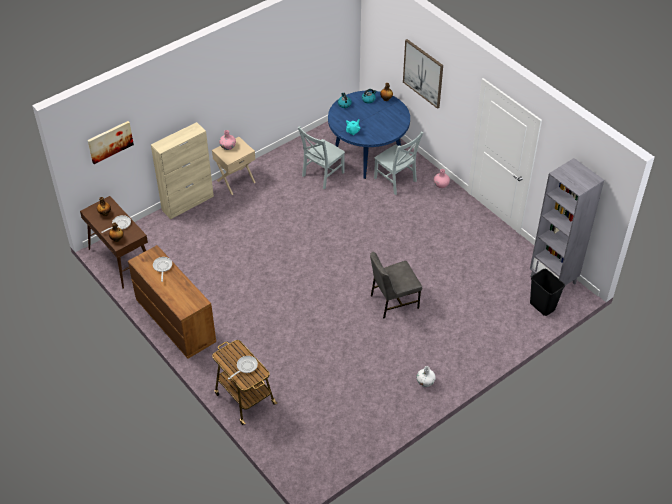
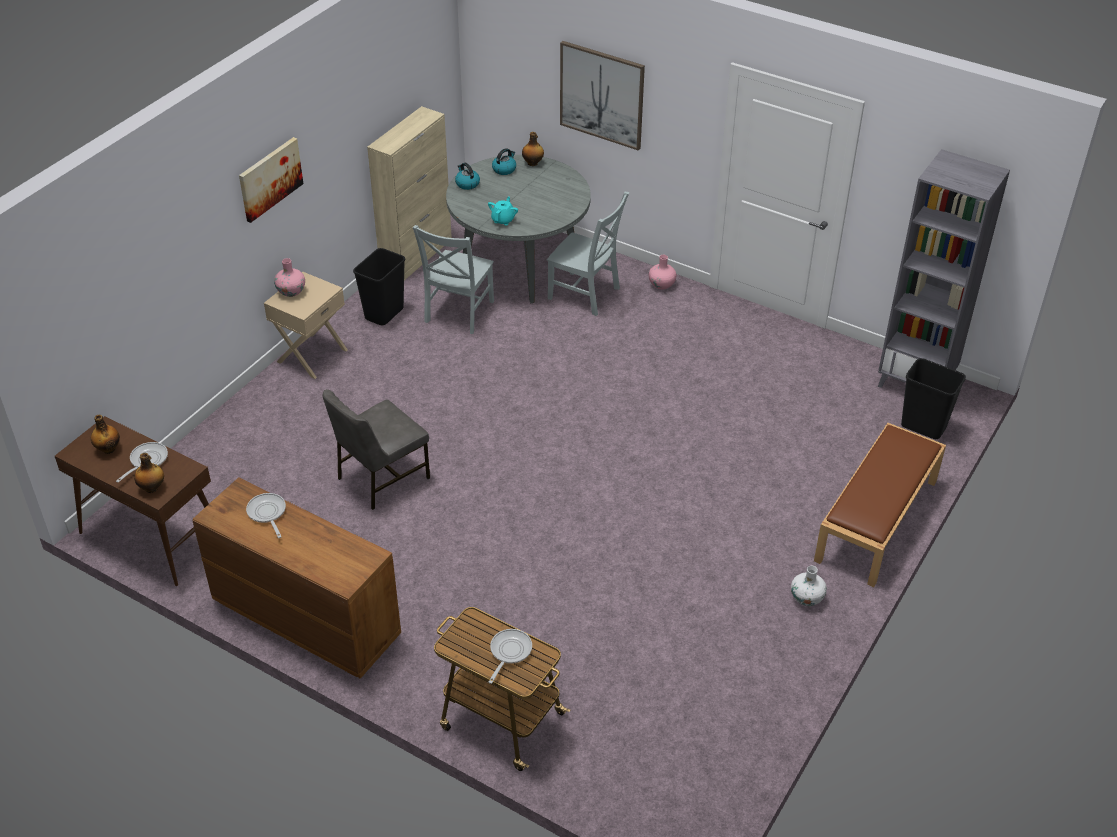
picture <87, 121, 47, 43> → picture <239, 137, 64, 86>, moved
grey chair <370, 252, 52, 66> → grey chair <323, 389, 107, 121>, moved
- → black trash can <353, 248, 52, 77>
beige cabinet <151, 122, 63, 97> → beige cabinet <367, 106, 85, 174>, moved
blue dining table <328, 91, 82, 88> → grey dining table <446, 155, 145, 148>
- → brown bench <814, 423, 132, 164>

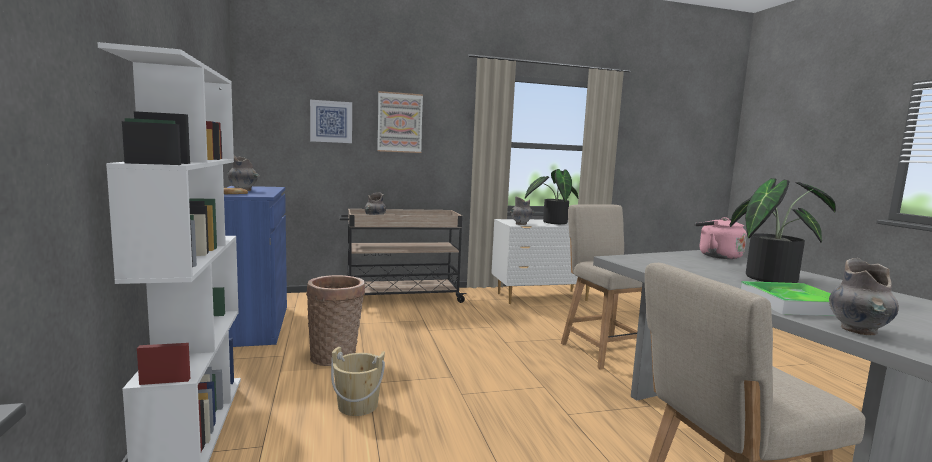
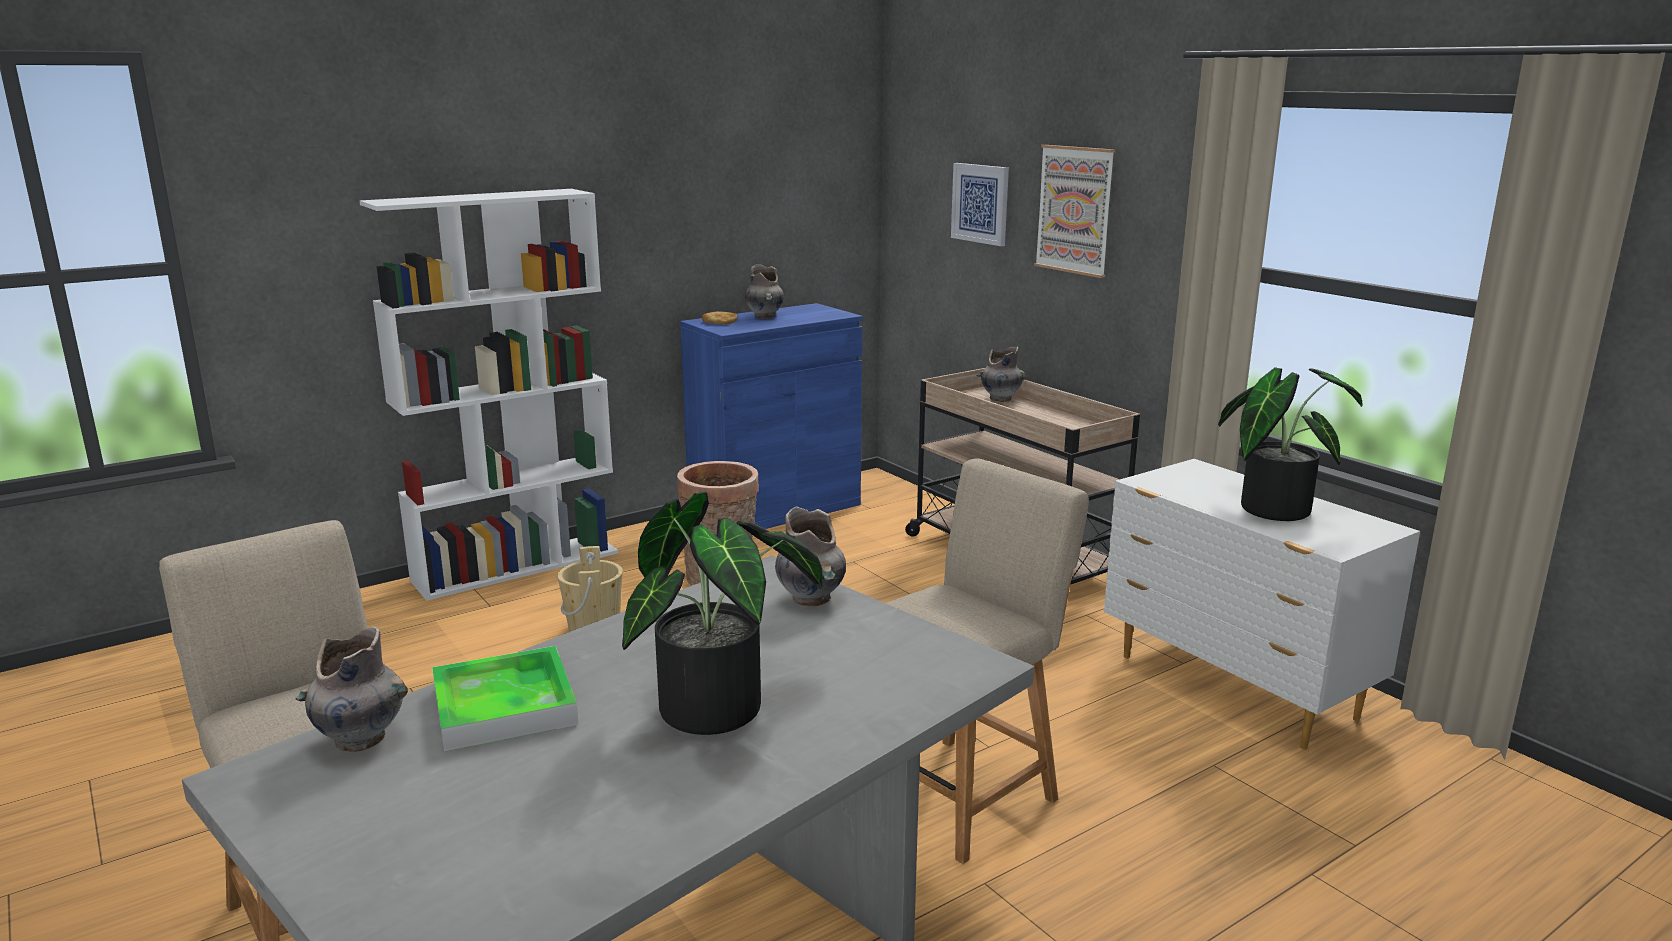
grey vase <510, 196, 25, 29> → grey vase <775, 507, 71, 100>, moved
pink kettle <694, 217, 53, 42> → -

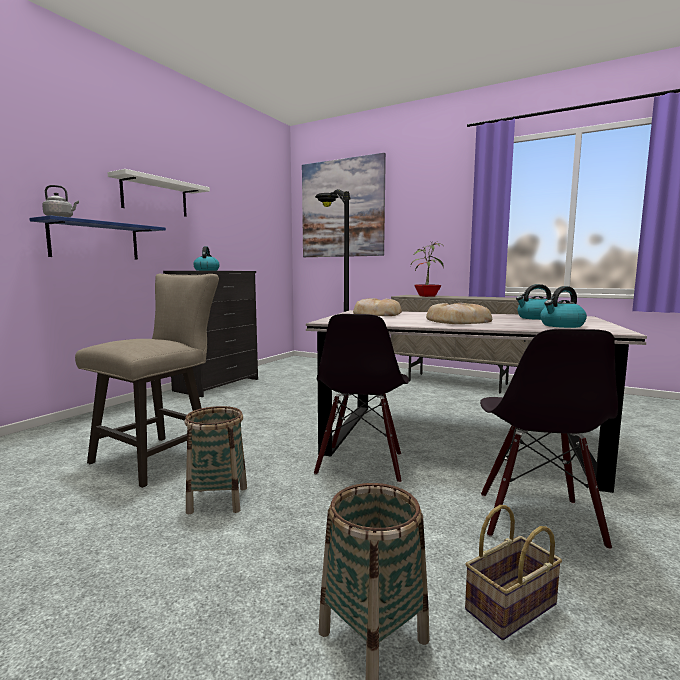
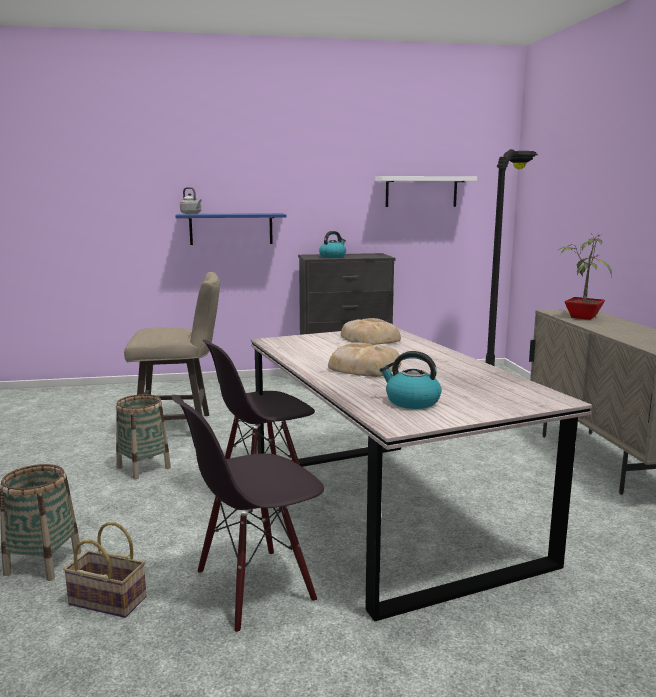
white shelf <107, 169, 103, 48> → white shelf <375, 176, 102, 31>, moved
picture <302, 153, 84, 104> → -
kettle <516, 284, 35, 36> → -

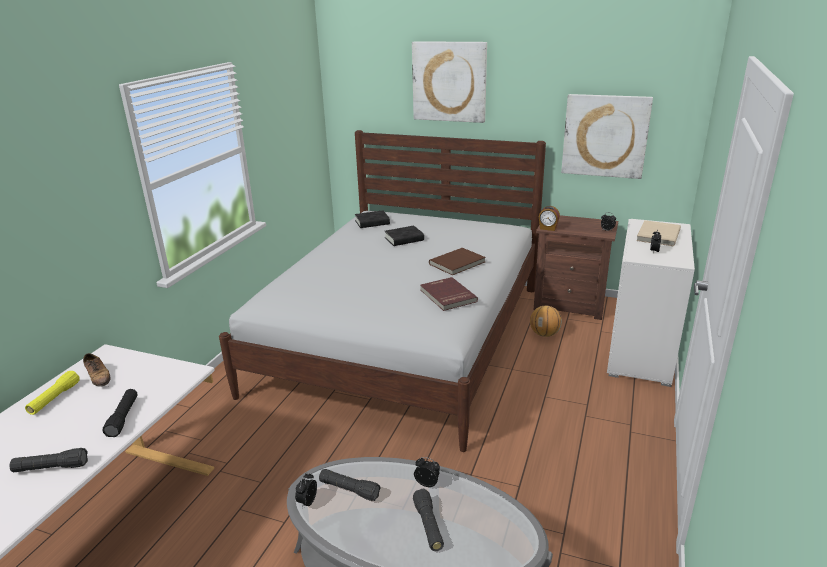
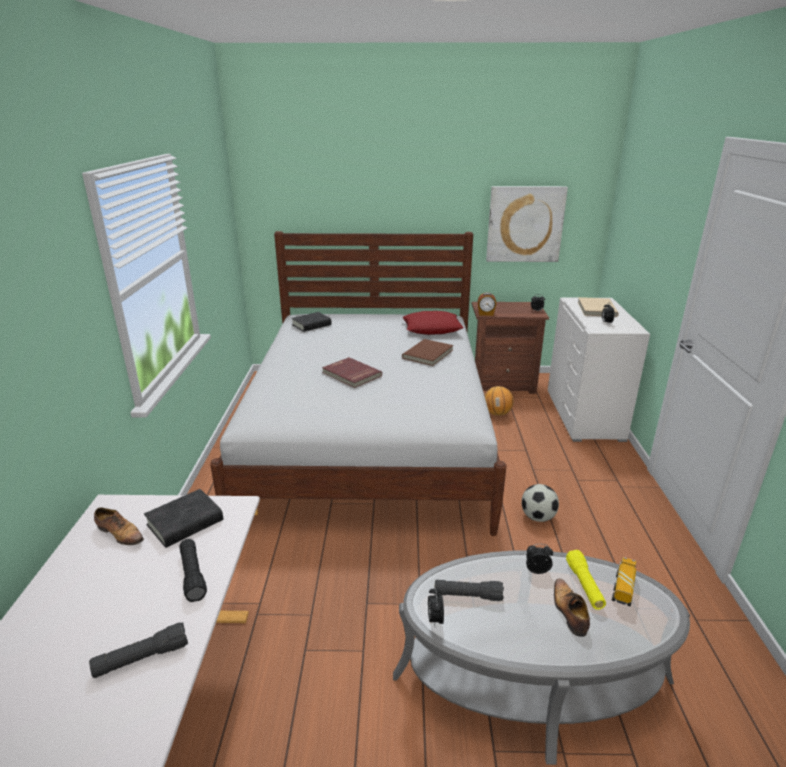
black book <384, 226, 40, 20> → black book <144, 489, 79, 59>, moved
red book <420, 277, 58, 34> → red book <322, 357, 60, 31>, moved
- → red pillow <402, 311, 62, 24>
- → football <522, 484, 37, 38>
black flashlight <413, 488, 31, 63> → shoe <554, 579, 36, 58>
yellow flashlight <25, 371, 55, 44> → yellow flashlight <566, 550, 40, 60>, moved
- → toy truck <612, 557, 25, 49>
picture <412, 41, 75, 82> → -

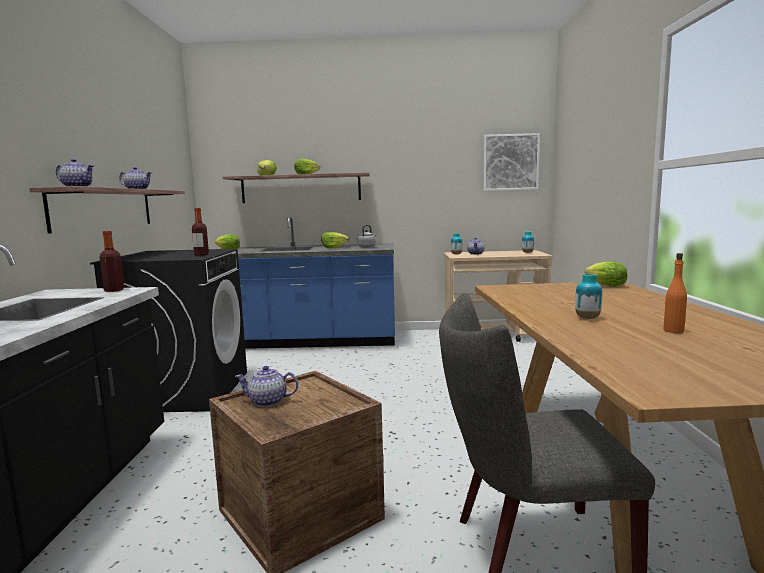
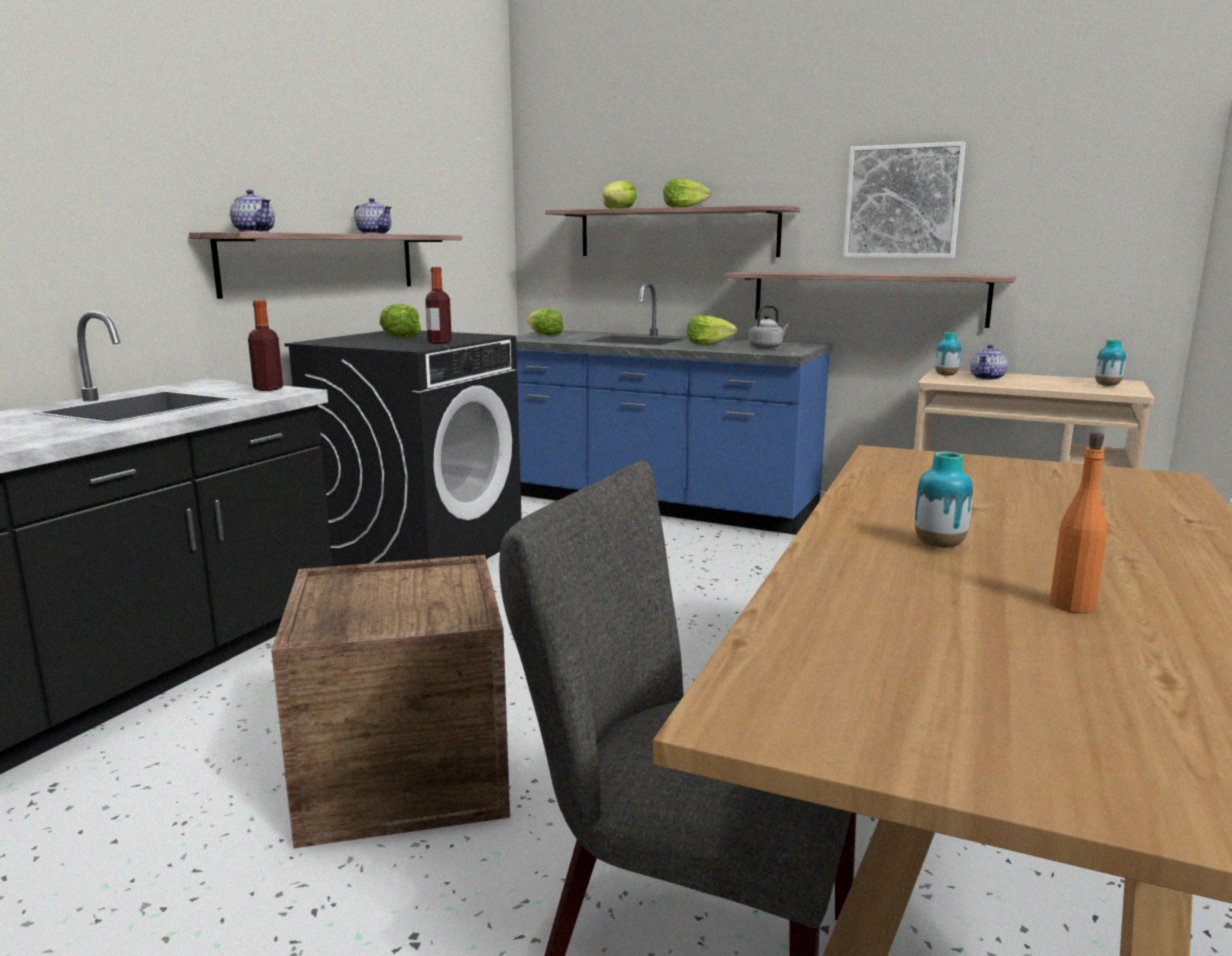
lettuce <585, 261, 42, 26> → lettuce <380, 304, 41, 34>, moved
- → shelf <724, 272, 292, 56>
picture <483, 133, 57, 58> → picture <843, 141, 123, 117>, moved
teapot <235, 366, 63, 41> → -

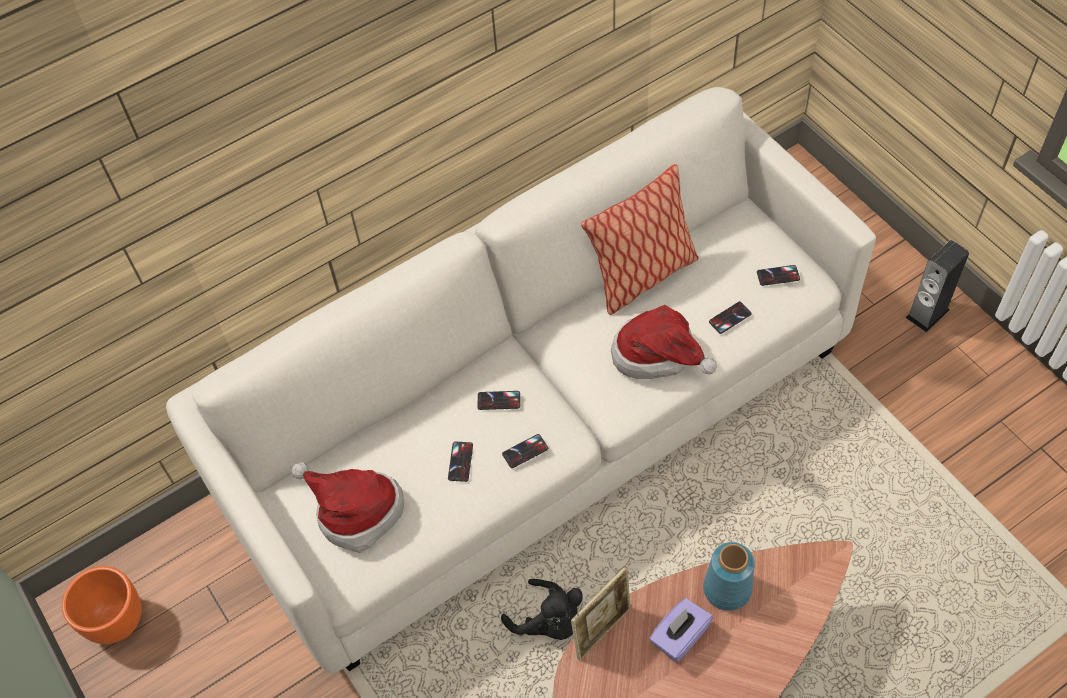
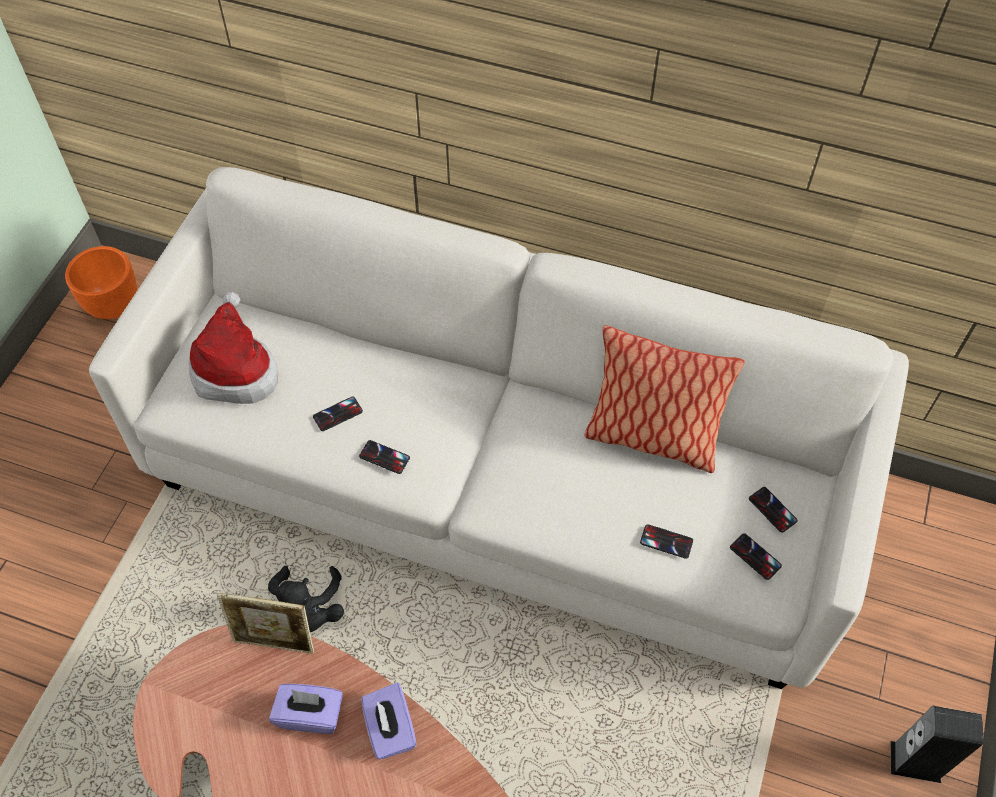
blue vase <703, 542, 52, 69> → purple tissue box <361, 683, 55, 76>
phone <478, 391, 42, 19> → phone <749, 487, 49, 46>, moved
hat <611, 305, 106, 74> → -

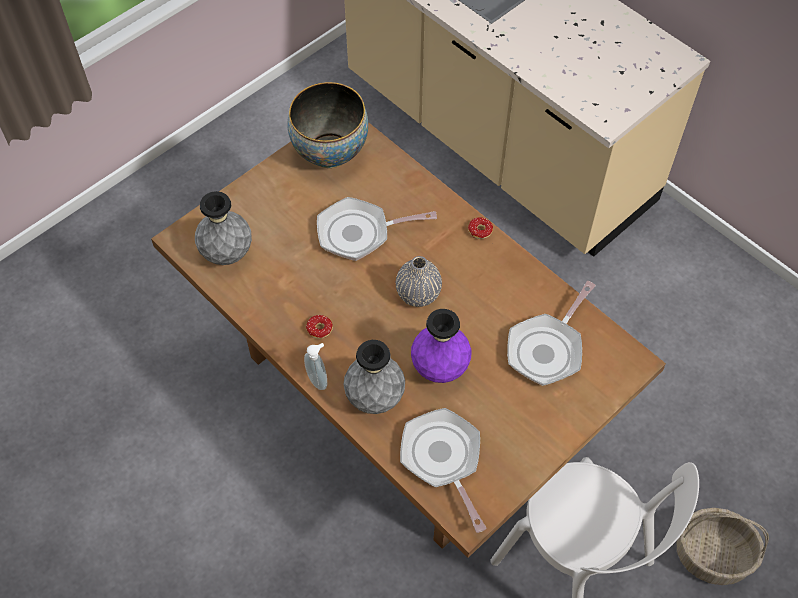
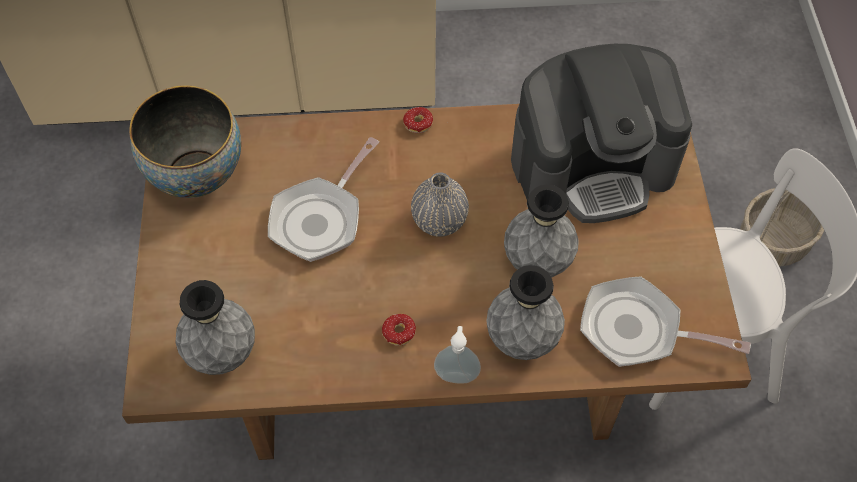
purple vase <411, 309, 60, 74> → grey vase <504, 185, 75, 92>
frying pan <507, 281, 89, 105> → coffee machine <511, 44, 181, 179>

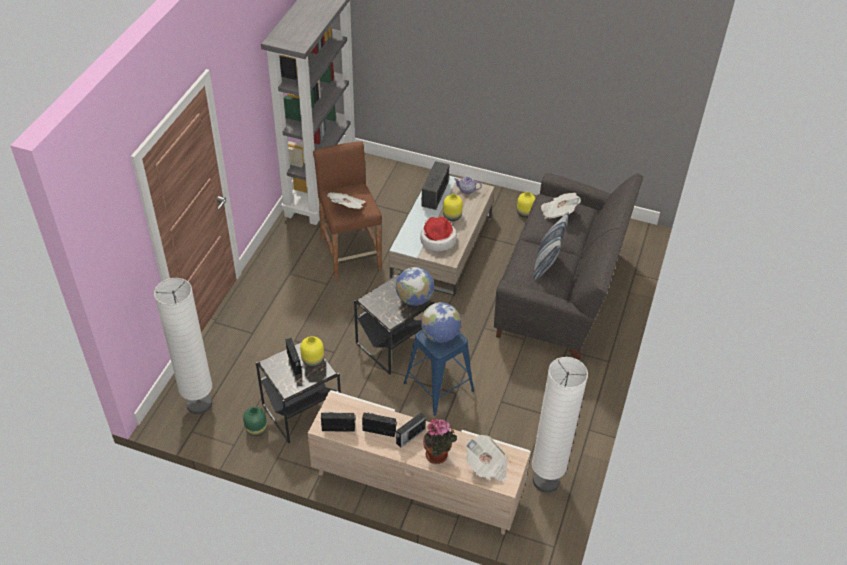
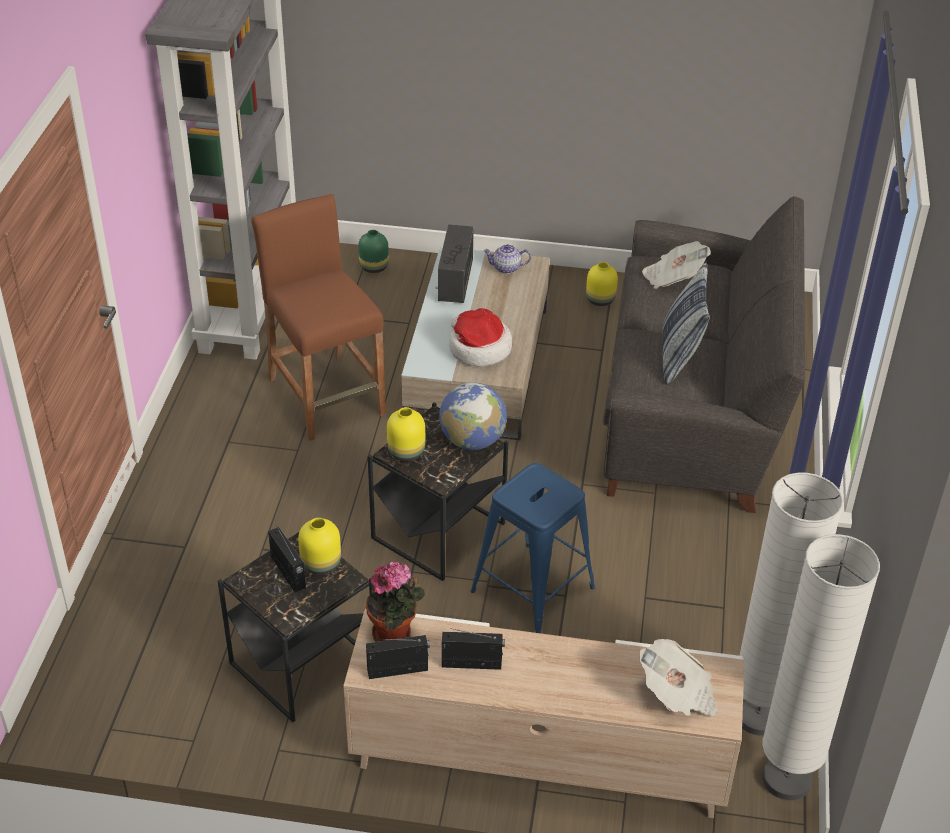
green vase <243, 407, 24, 29> → green vase <358, 230, 31, 43>, moved
potted plant <423, 419, 34, 45> → potted plant <366, 562, 59, 80>, moved
yellow vase <443, 194, 20, 27> → yellow vase <387, 407, 38, 54>, moved
white floor lamp <154, 278, 58, 137> → white floor lamp <762, 534, 118, 266>, moved
newspaper <327, 193, 38, 16> → -
radio <396, 413, 30, 35> → -
globe <421, 302, 40, 41> → -

